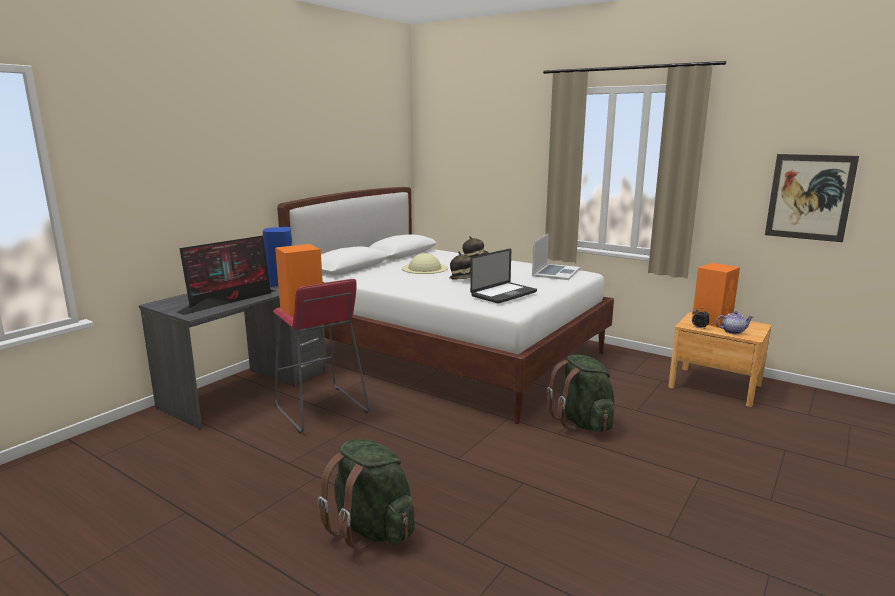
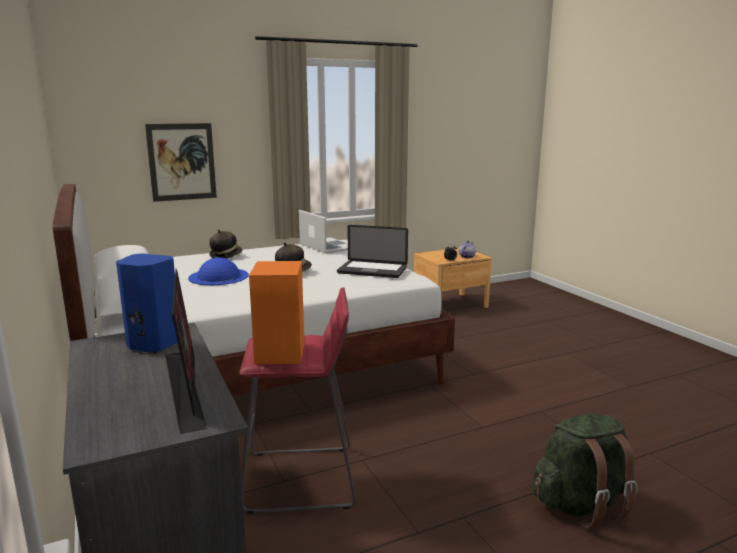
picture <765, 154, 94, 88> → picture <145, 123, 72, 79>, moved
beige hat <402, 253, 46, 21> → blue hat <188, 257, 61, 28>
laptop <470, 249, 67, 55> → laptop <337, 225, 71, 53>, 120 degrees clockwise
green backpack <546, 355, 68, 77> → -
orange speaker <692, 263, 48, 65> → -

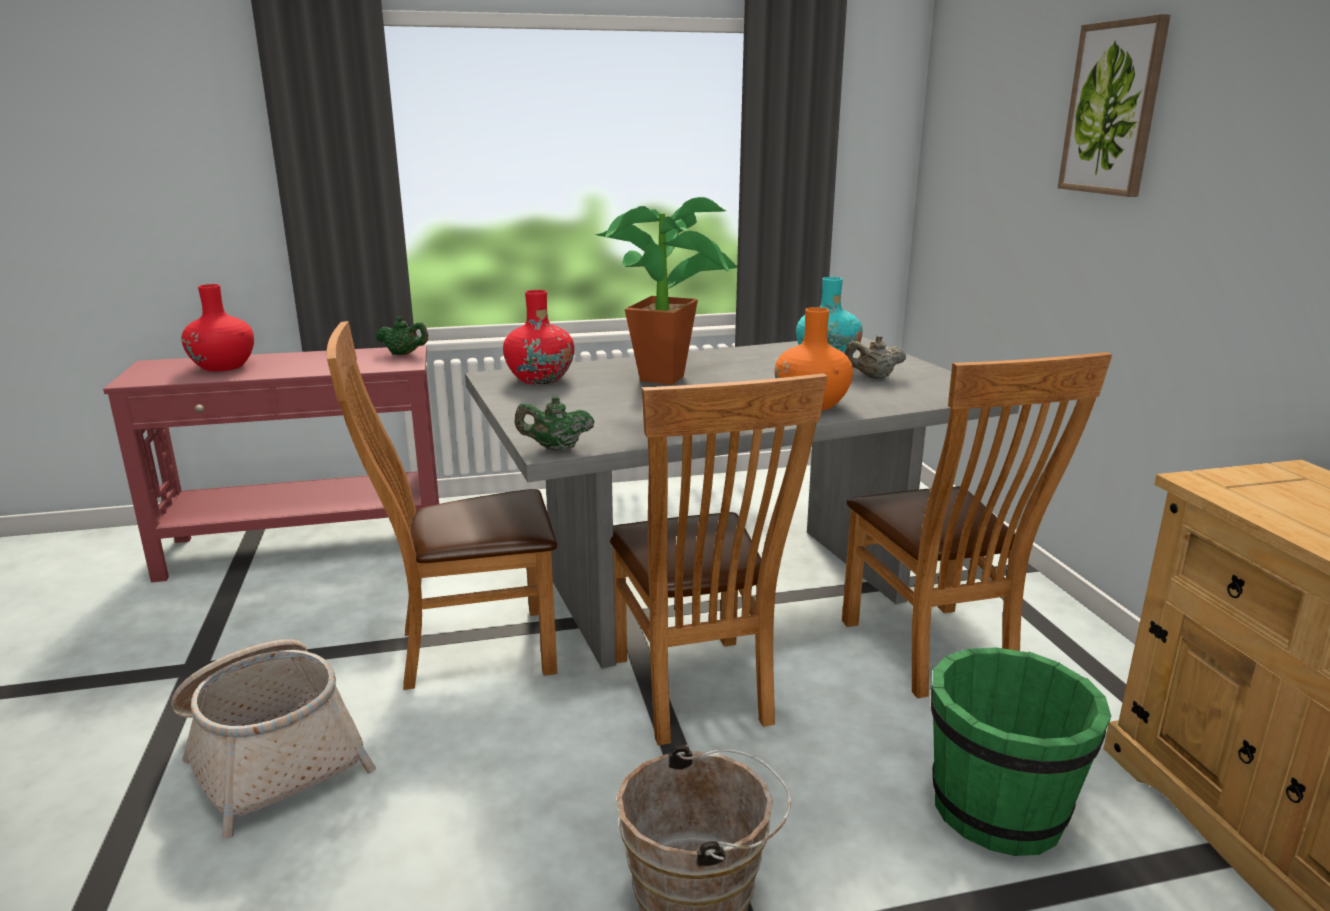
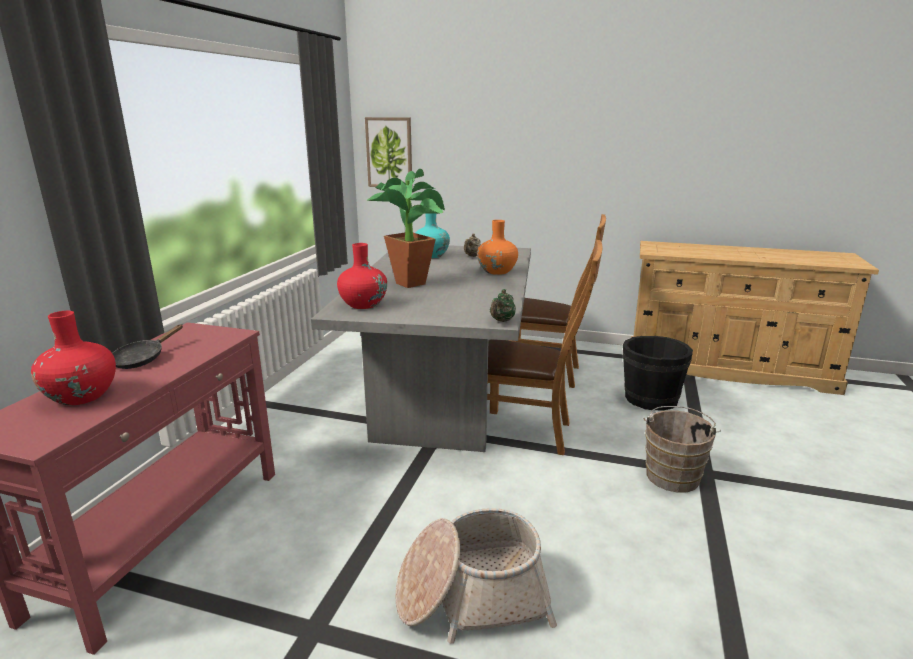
- → black frying pan <112, 324, 71, 45>
picture <1058, 14, 113, 183> → picture <365, 117, 47, 70>, moved
green bucket <931, 647, 180, 209> → black bucket <623, 336, 70, 74>
brown chair <327, 321, 230, 369> → -
green teapot <376, 316, 52, 39> → -

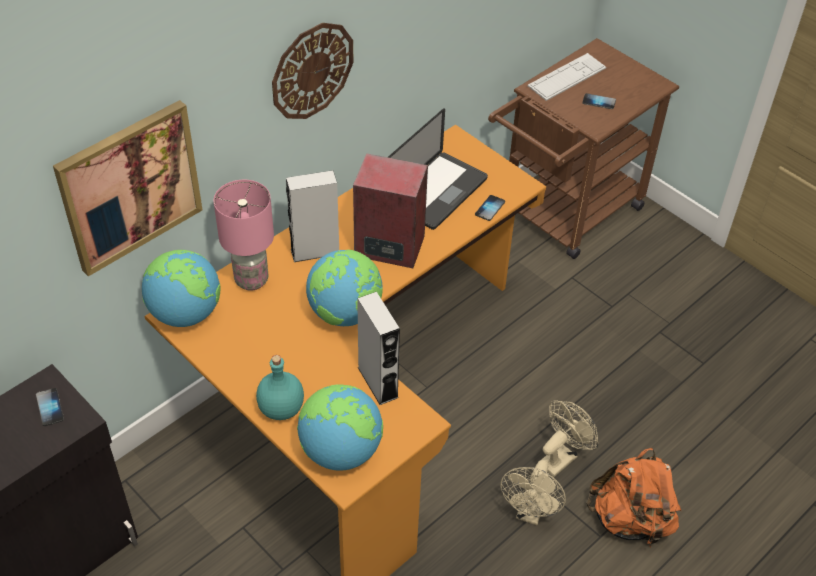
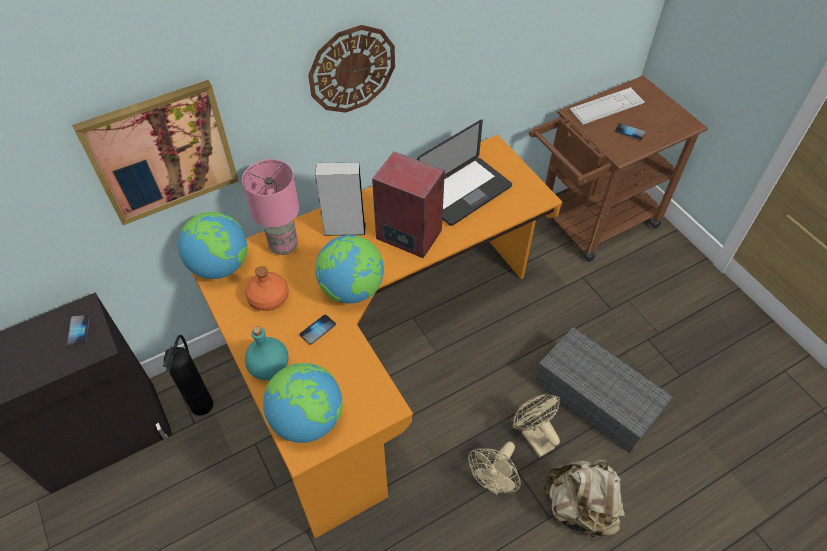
- → fire extinguisher <163, 335, 50, 81>
- → orange bottle <245, 266, 44, 45>
phone <475, 195, 30, 26> → phone <300, 314, 36, 31>, moved
beige fan <541, 400, 57, 77> → beige fan <513, 394, 47, 63>, 90 degrees counterclockwise
- → grey storage box <535, 327, 138, 126>
orange backpack <586, 448, 96, 101> → beige backpack <543, 459, 82, 81>
grey speaker <357, 292, 43, 113> → -

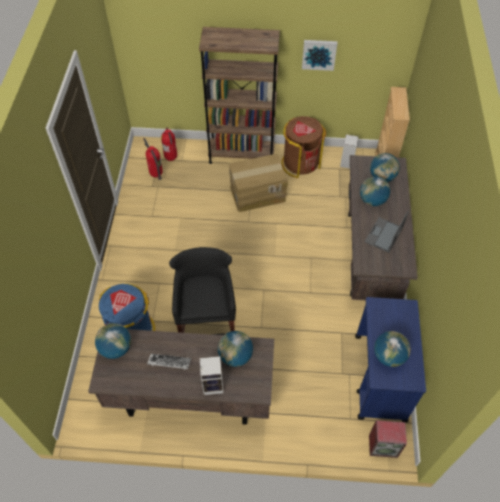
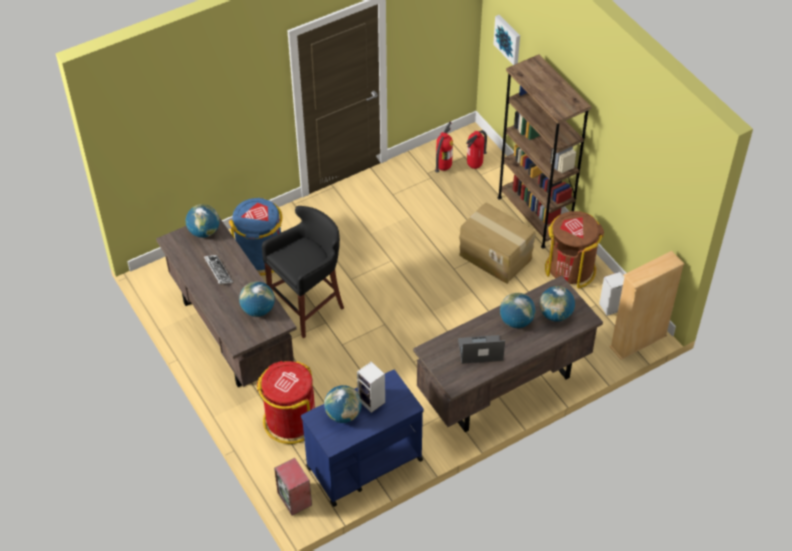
- → red trash can <257, 361, 58, 83>
speaker <200, 356, 23, 39> → speaker <357, 361, 28, 52>, moved
picture <302, 40, 35, 31> → picture <493, 15, 27, 50>, moved

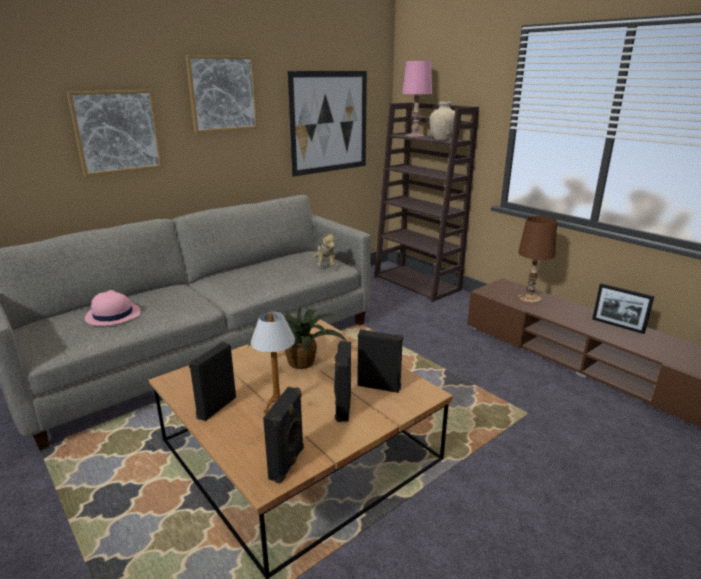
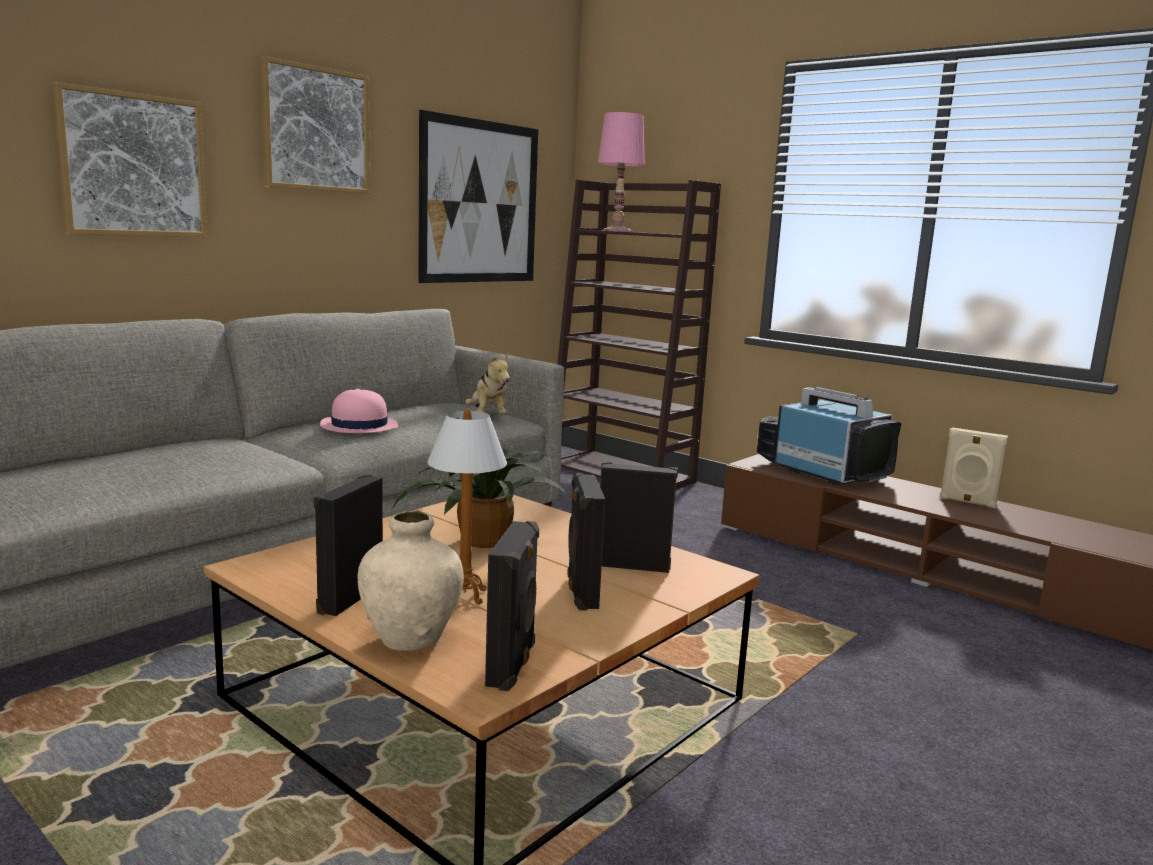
pink hat <85, 290, 55, 36> → pink hat <320, 388, 78, 45>, moved
beige vase <429, 101, 26, 39> → beige vase <357, 511, 107, 140>, moved
brown table lamp <518, 216, 39, 87> → television <757, 387, 144, 98>
picture frame <592, 283, 62, 51> → beige speaker <939, 427, 69, 81>

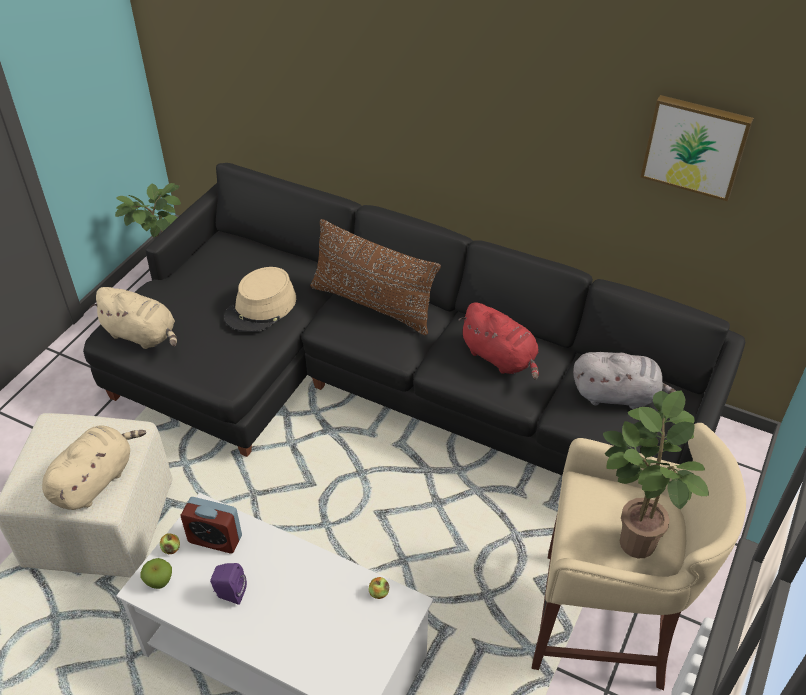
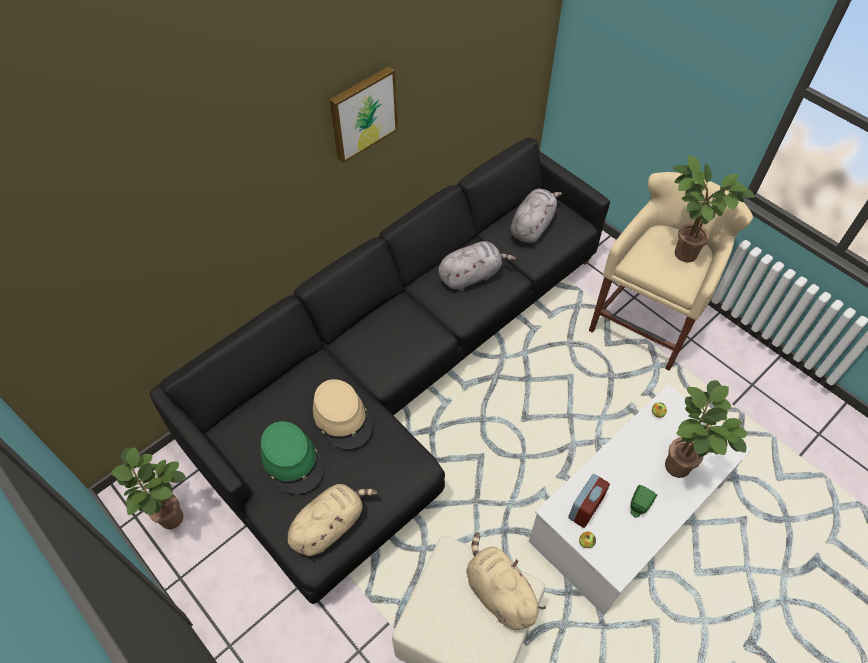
- → green hat <261, 421, 63, 73>
picture <640, 95, 113, 107> → picture <329, 66, 69, 97>, moved
red plush toy <459, 302, 80, 78> → grey plush toy <438, 241, 78, 50>
purple speaker <210, 563, 37, 42> → green speaker <630, 485, 27, 32>
- → potted plant <665, 380, 82, 98>
apple <141, 558, 31, 31> → -
brown pillow <310, 219, 131, 116> → -

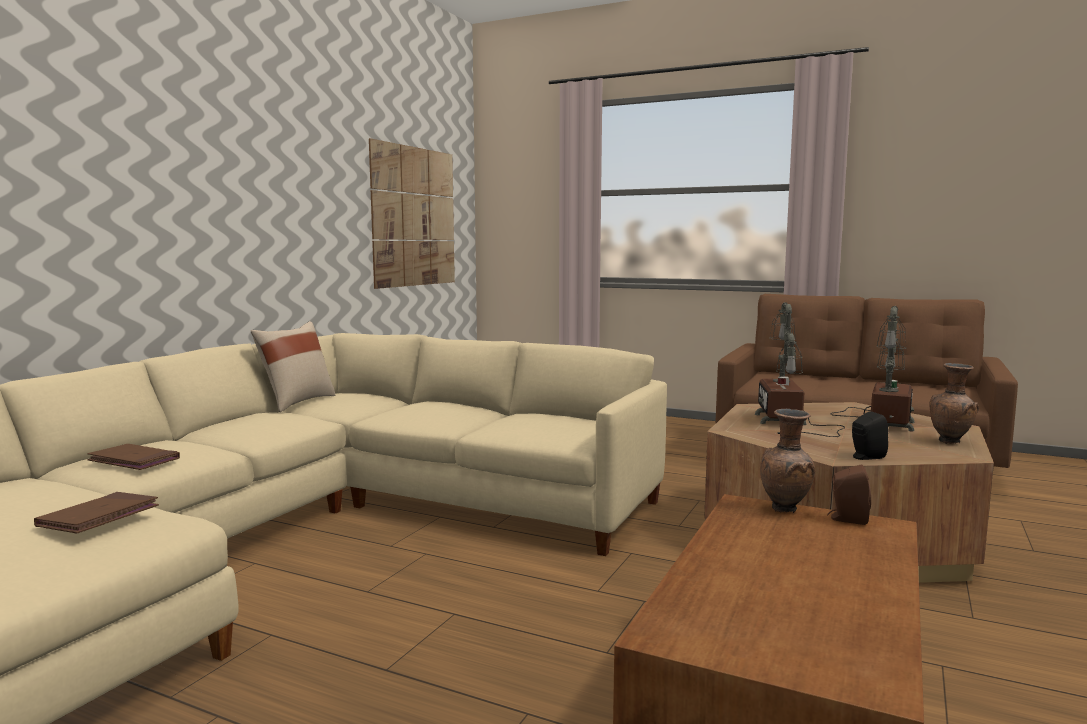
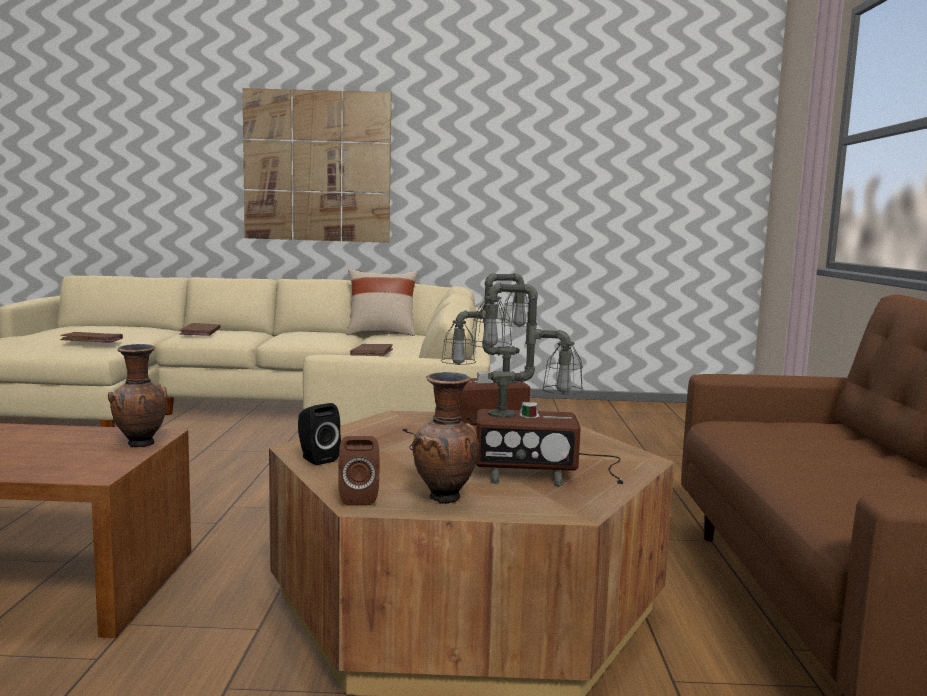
picture <369, 138, 86, 151> → picture <242, 88, 149, 155>, moved
brown speaker <827, 464, 44, 61> → brown speaker <338, 436, 41, 70>, moved
- → brown book <350, 344, 43, 12>

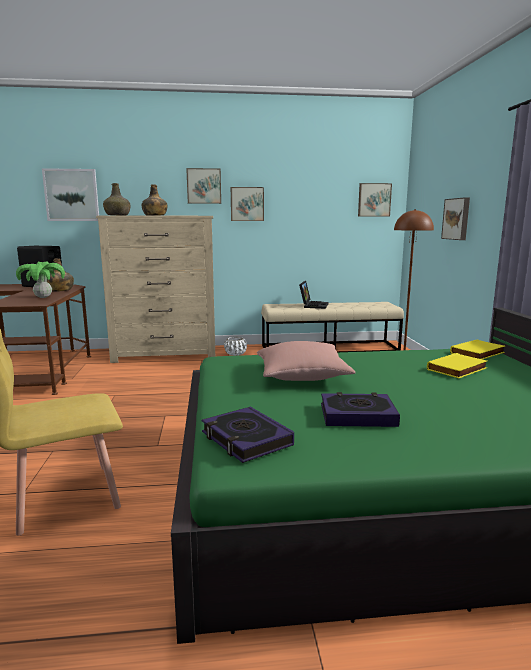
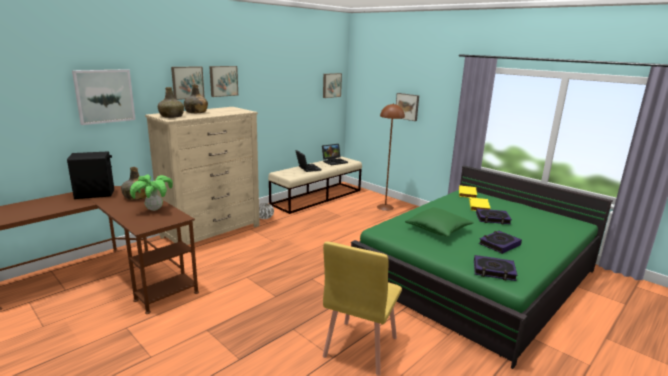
picture <231, 187, 33, 34> → picture <171, 66, 34, 34>, moved
- → laptop <322, 144, 26, 22>
pink pillow <257, 341, 98, 40> → green pillow <405, 207, 69, 30>
- → book <476, 209, 36, 15>

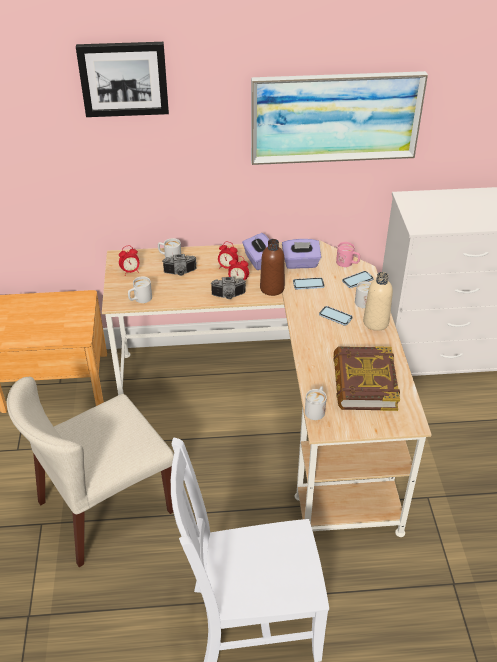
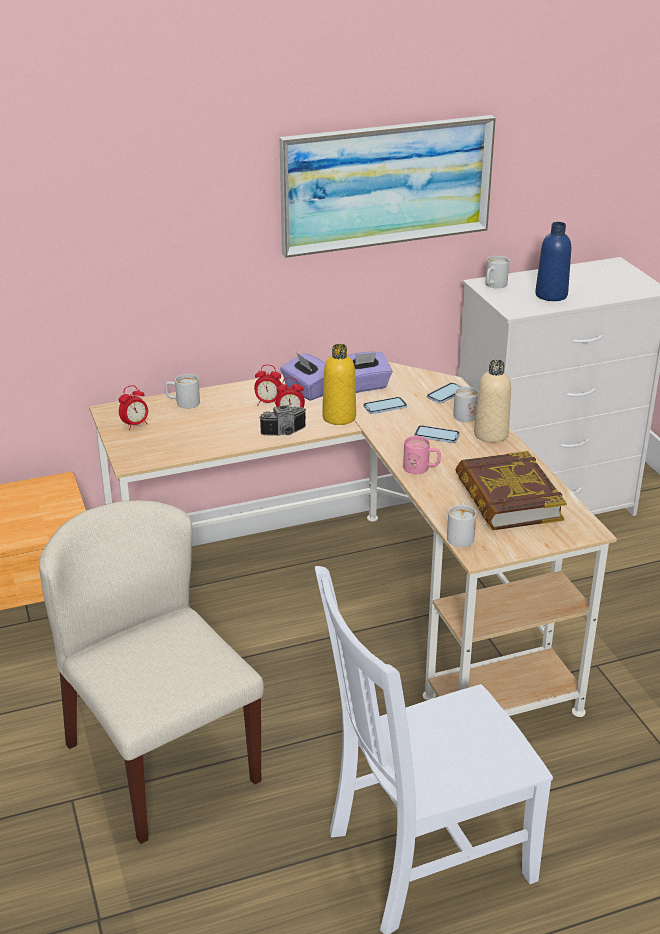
beige chair <7, 377, 167, 190> → beige chair <39, 500, 225, 344>, 105 degrees clockwise
brown bottle <260, 239, 25, 57> → yellow bottle <322, 344, 34, 81>
pink mug <336, 242, 24, 25> → pink mug <403, 436, 38, 38>, moved
white mug <128, 276, 24, 27> → white mug <485, 256, 24, 32>, moved
- → blue bottle <535, 222, 36, 79>
picture <76, 42, 93, 75> → -
photo camera <163, 254, 34, 22> → -

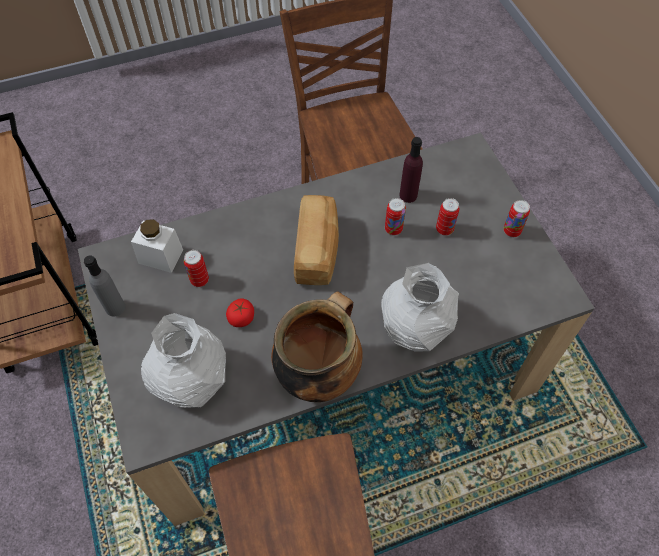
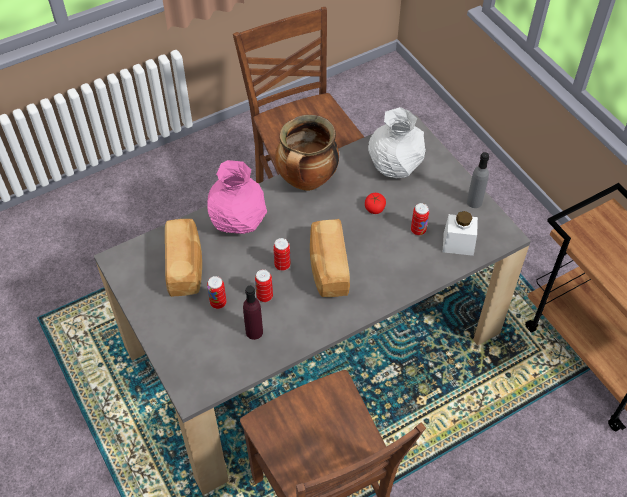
- → bread <165, 219, 37, 78>
white vase <381, 263, 78, 88> → pink vase <207, 160, 60, 74>
can <504, 200, 26, 37> → can <273, 238, 18, 33>, moved

